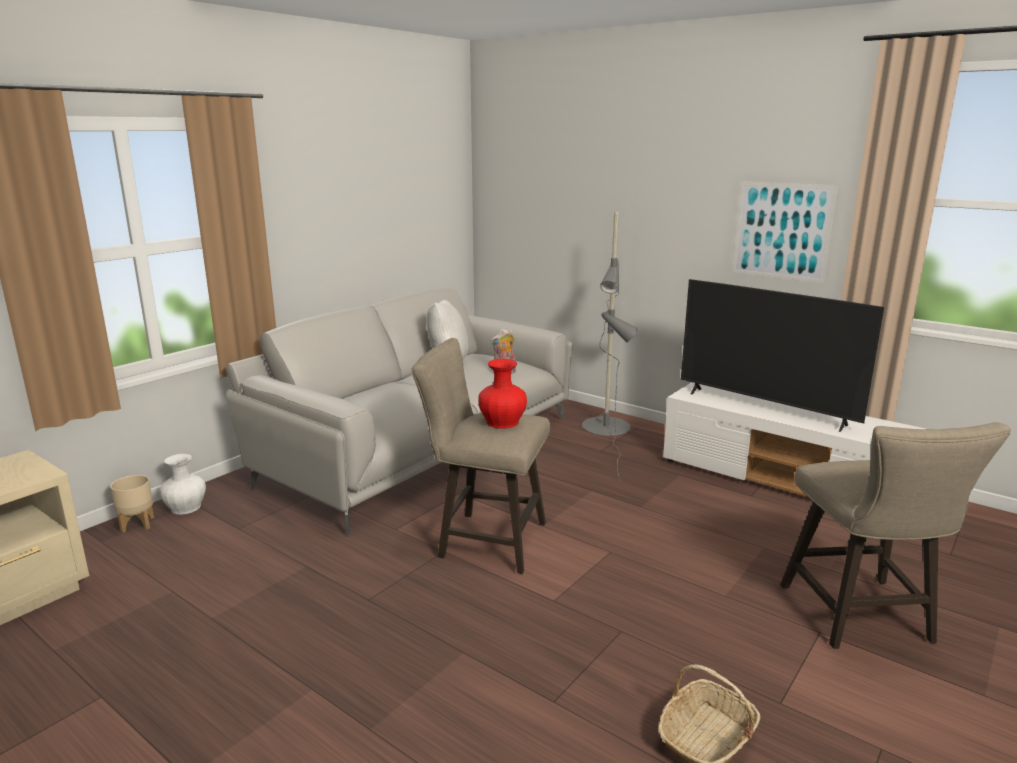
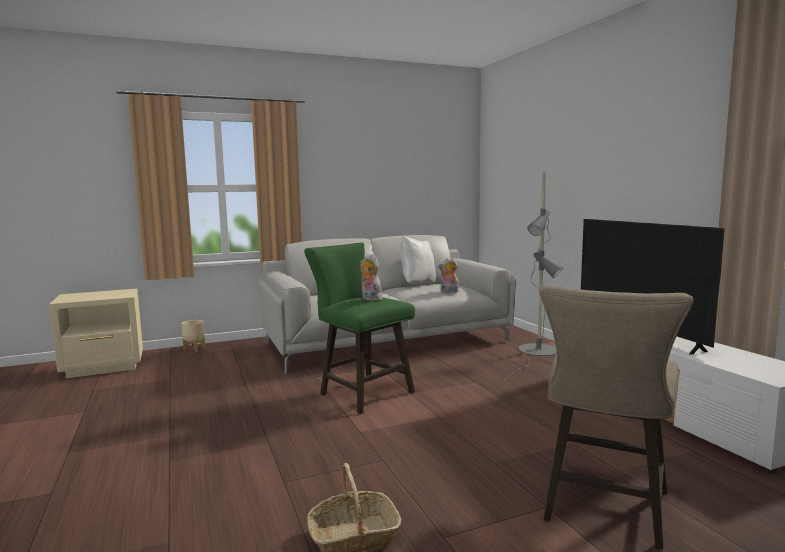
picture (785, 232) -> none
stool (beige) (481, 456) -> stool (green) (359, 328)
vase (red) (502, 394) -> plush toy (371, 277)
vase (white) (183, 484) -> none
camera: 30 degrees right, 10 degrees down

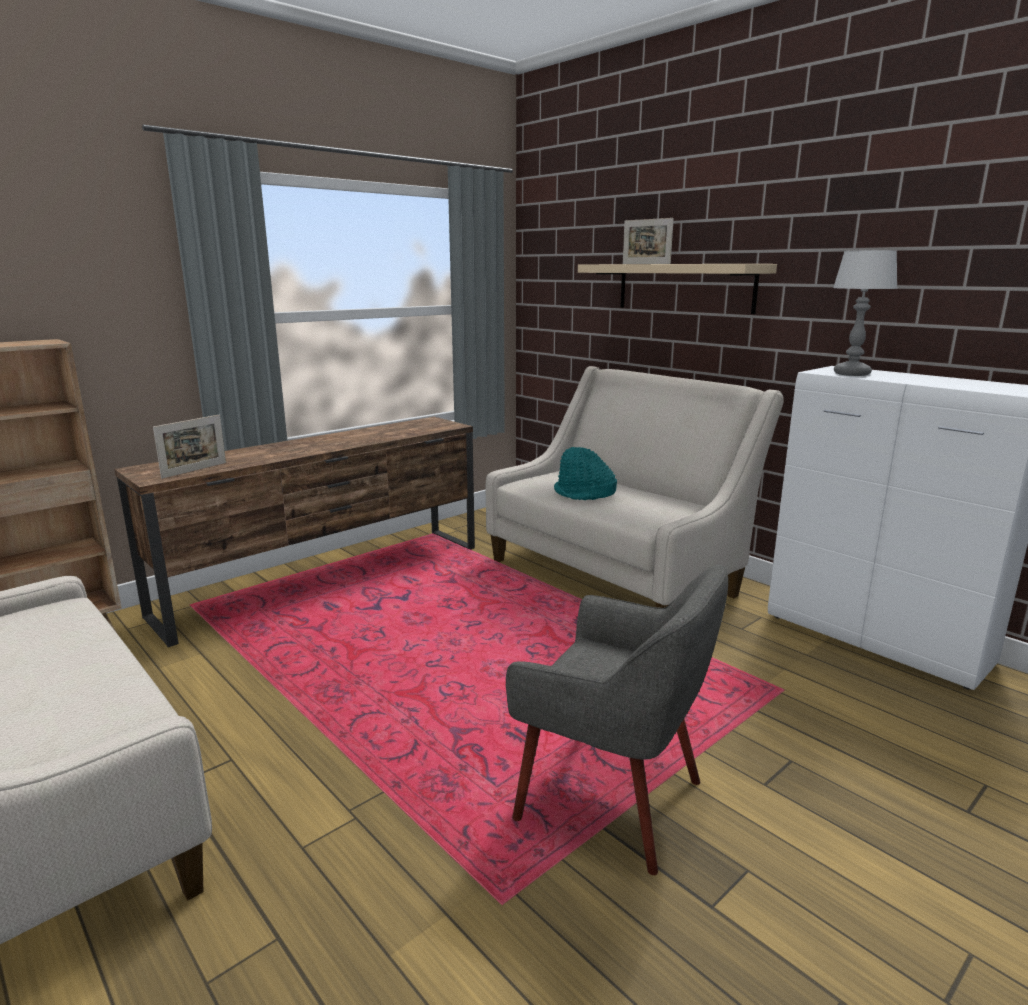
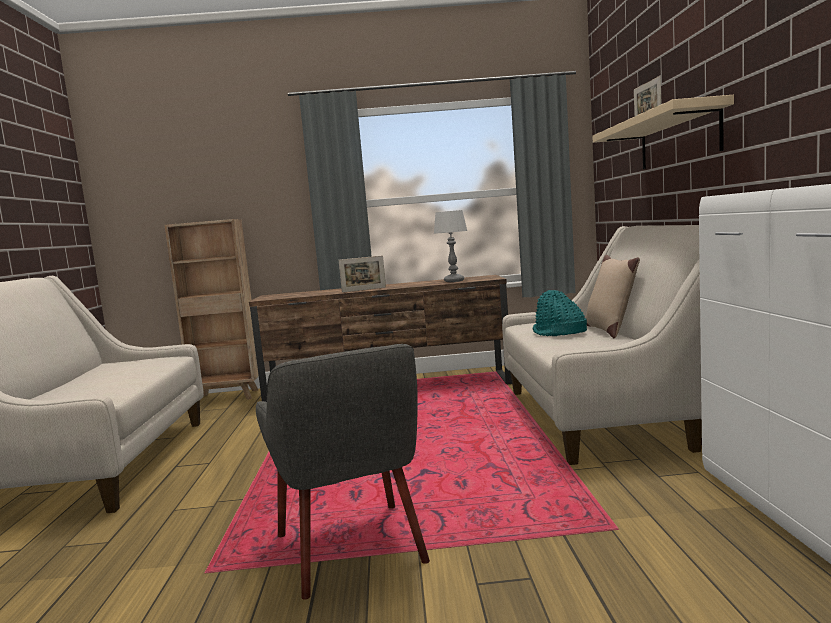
table lamp (865, 313) -> table lamp (450, 246), relocated
picture frame (189, 447) -> picture frame (362, 273), relocated
none -> pillow (beige) (612, 296)
camera: 40 degrees right, 10 degrees down

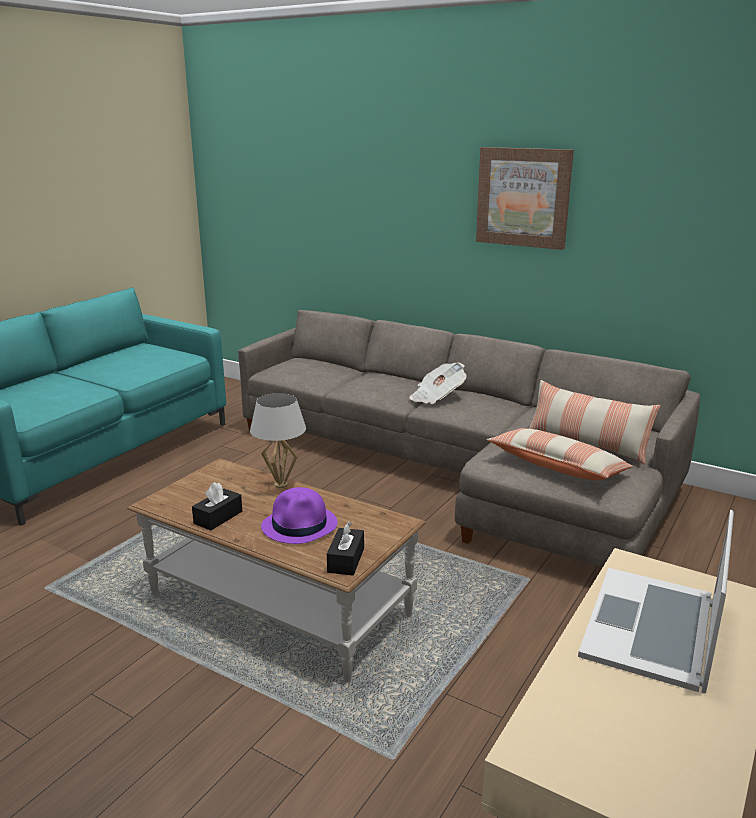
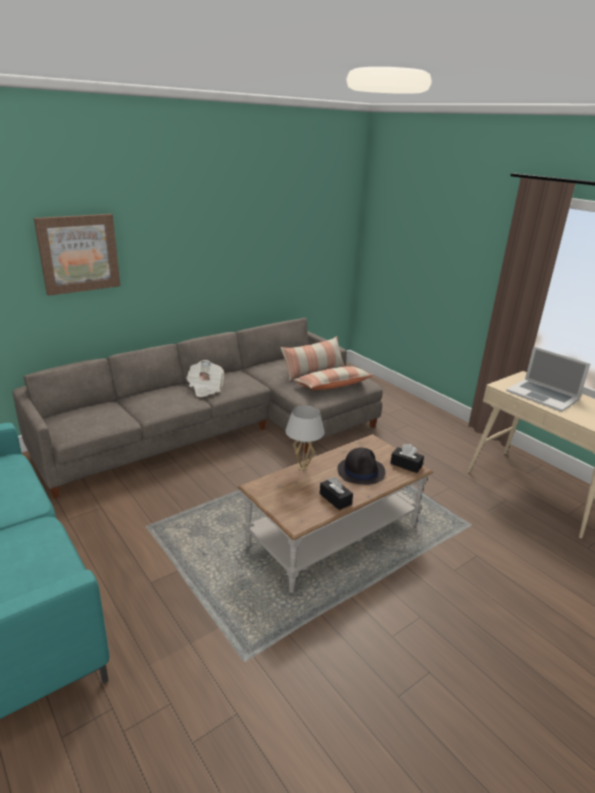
picture (525, 198) -> picture (77, 255), relocated
hat (purple) (299, 515) -> hat (black) (361, 466)
camera: 70 degrees left, 5 degrees up

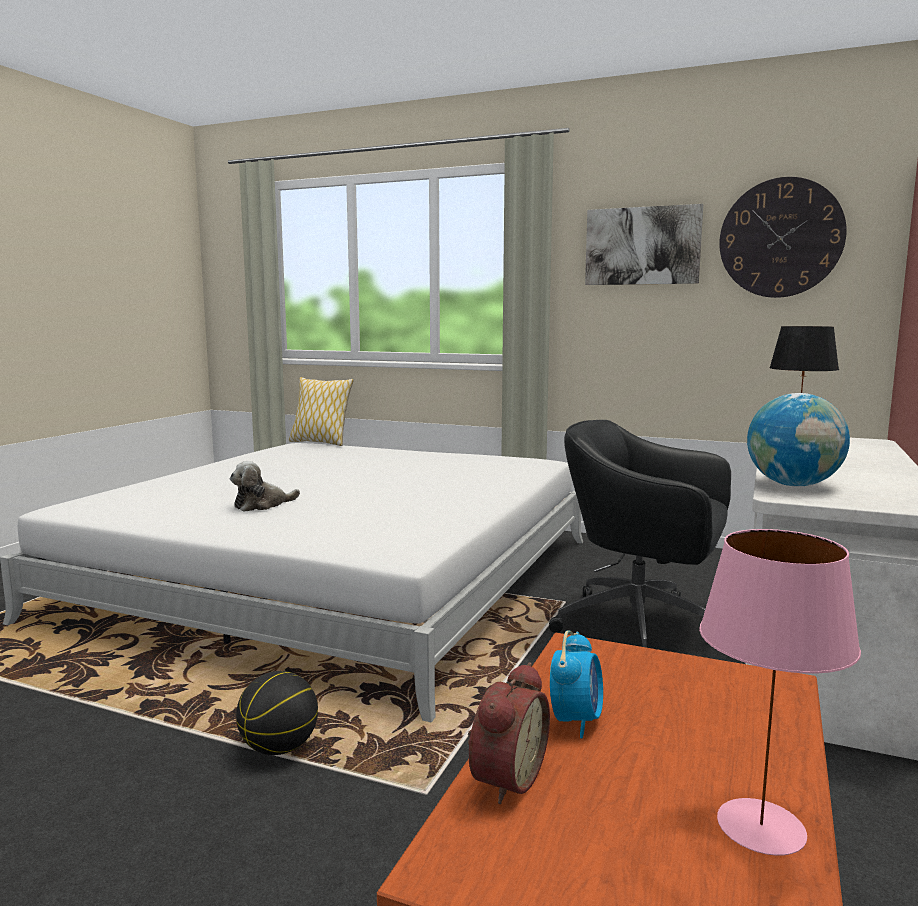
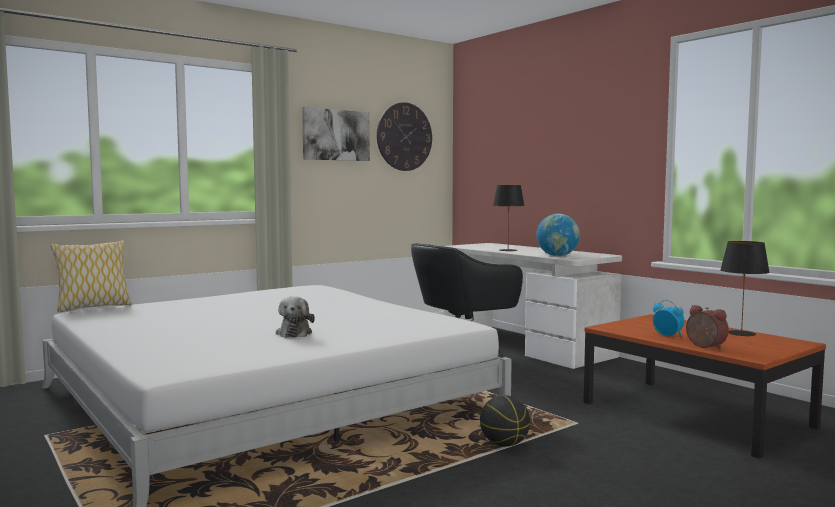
table lamp (pink) (780, 692) -> table lamp (black) (745, 288)
camera: 60 degrees left, 5 degrees down

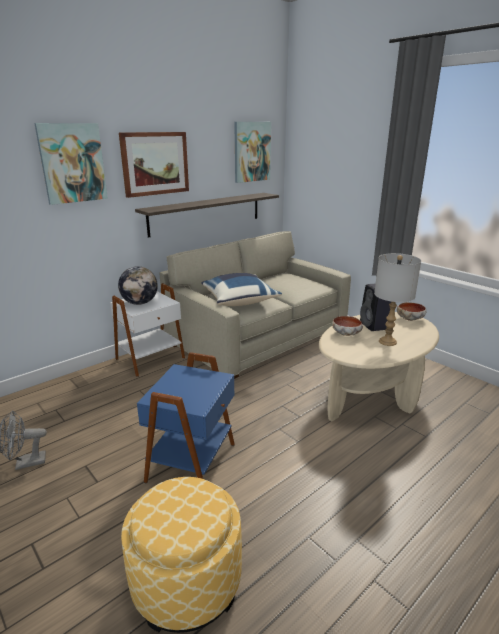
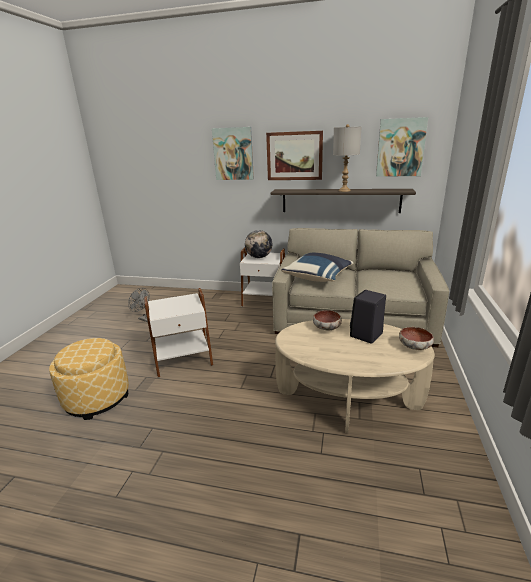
table lamp (grey) (397, 299) -> table lamp (grey) (347, 158), relocated
side table (blue) (186, 417) -> side table (white) (178, 333)
camera: 55 degrees right, 0 degrees up

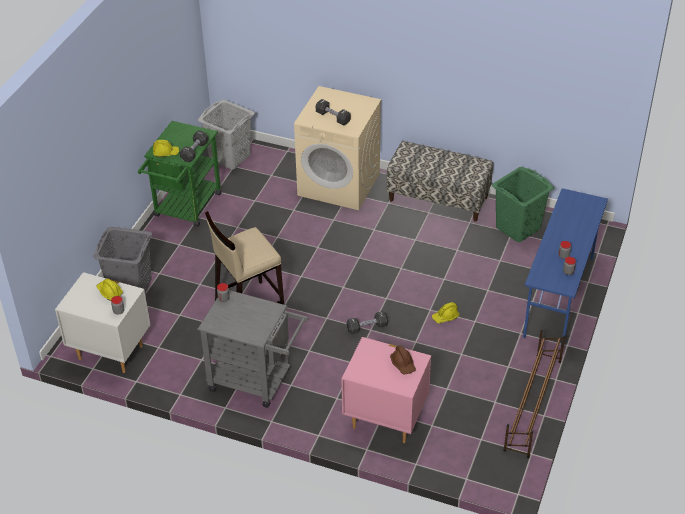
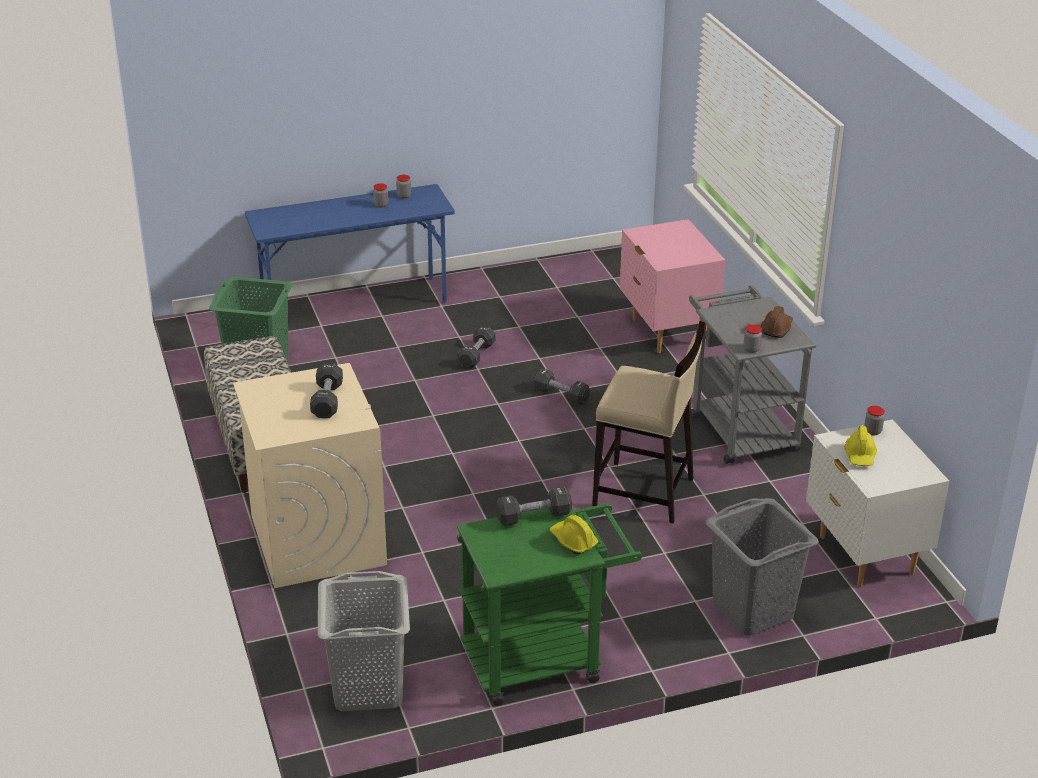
hard hat (yellow) (446, 312) -> dumbbell (black) (476, 347)
shoe rack (brown) (534, 394) -> none
hard hat (brown) (403, 359) -> hard hat (brown) (777, 322), relocated
camera: 130 degrees left, 10 degrees down

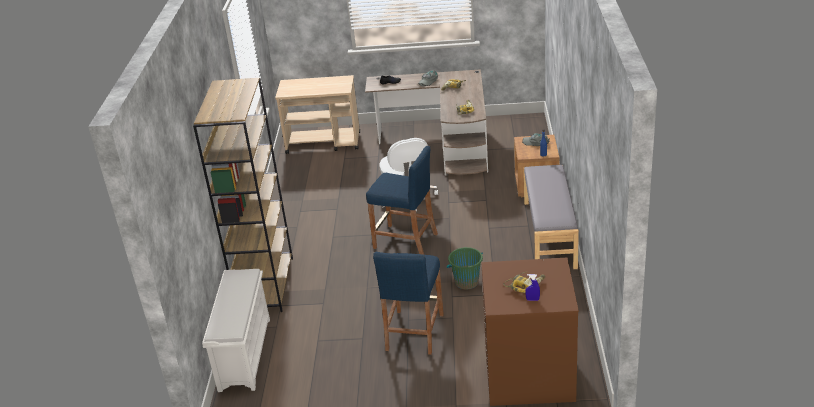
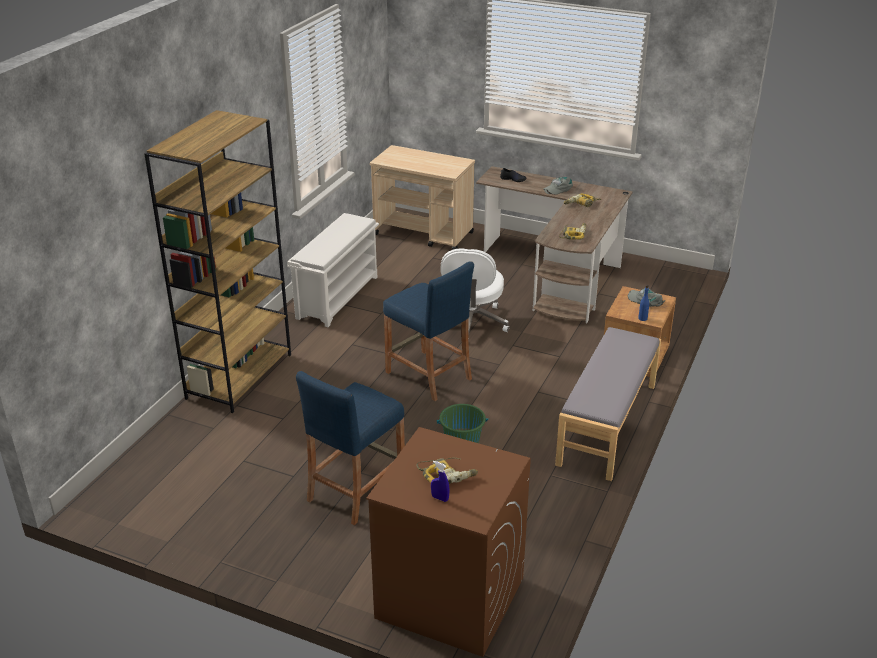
shoe rack (white) (236, 330) -> shoe rack (white) (333, 270), relocated
camera: 20 degrees right, 0 degrees up

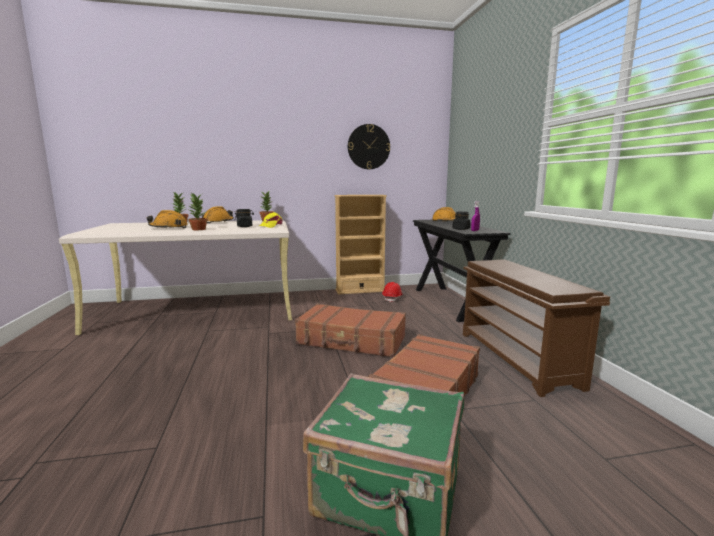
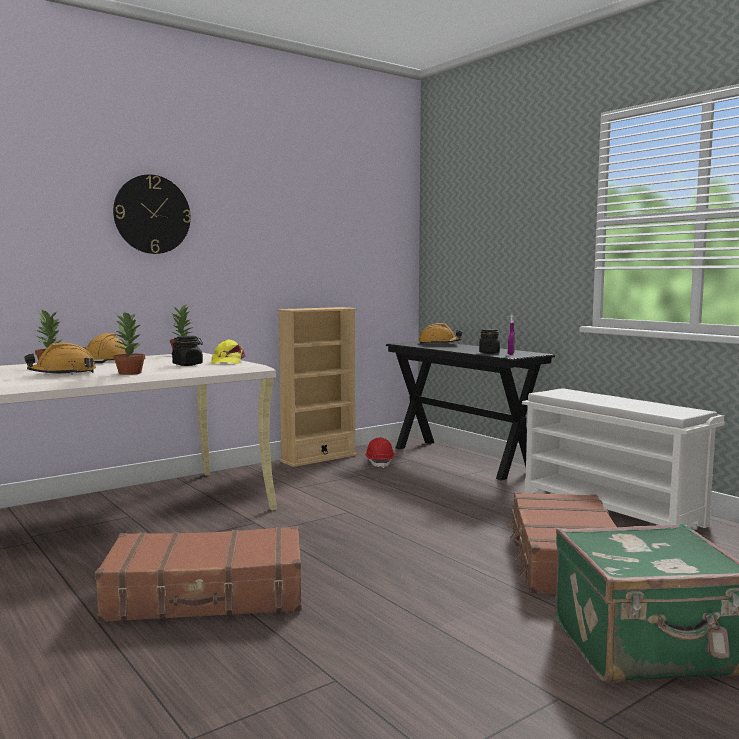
wall clock (369, 146) -> wall clock (152, 214), relocated
shoe rack (brown) (536, 328) -> shoe rack (white) (623, 458)
suitcase (brown) (350, 330) -> suitcase (brown) (198, 574), relocated
camera: 25 degrees left, 5 degrees down

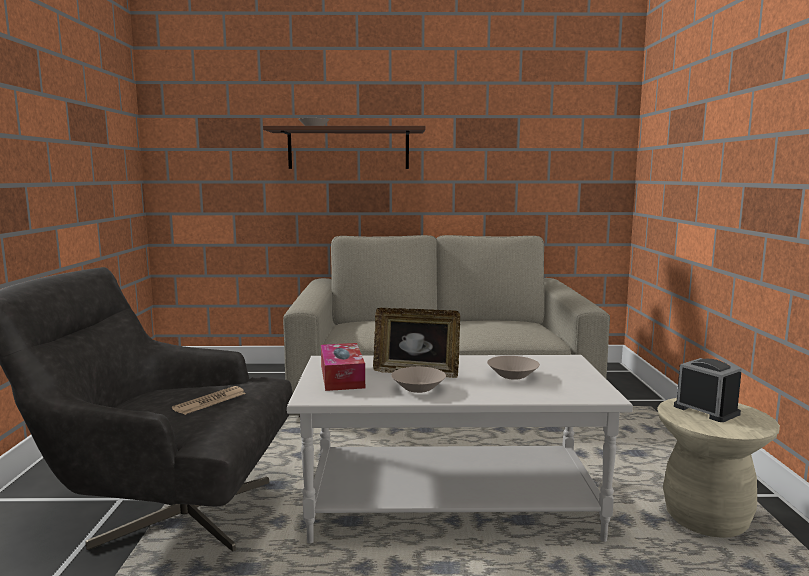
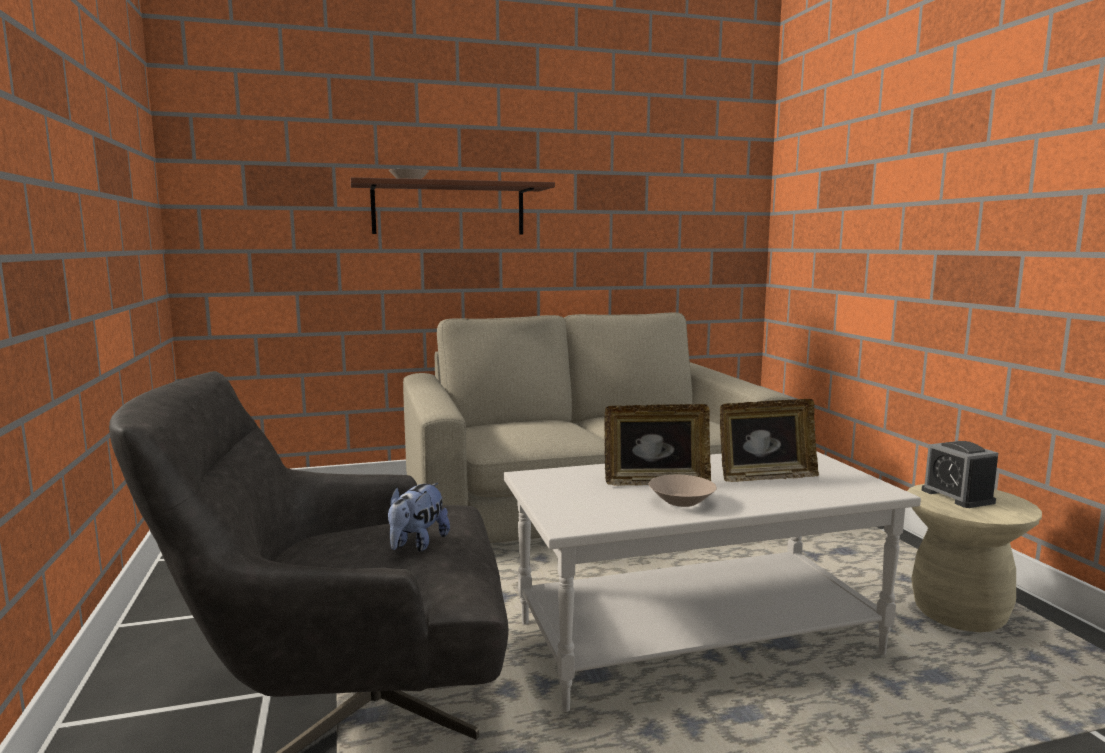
tissue box (343, 367) -> none
bowl (beige) (513, 368) -> picture frame (769, 440)
alarm clock (708, 390) -> alarm clock (960, 474), 150 degrees counterclockwise
newspaper (209, 400) -> plush toy (419, 517)
camera: 15 degrees left, 0 degrees up

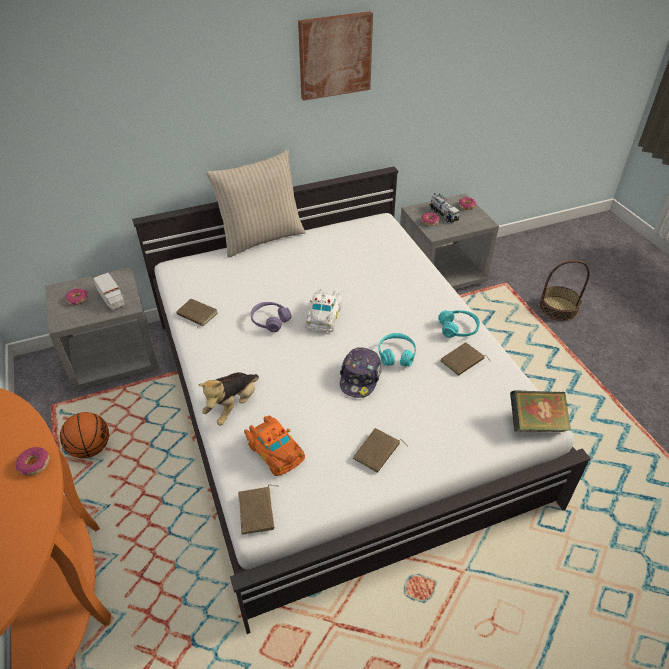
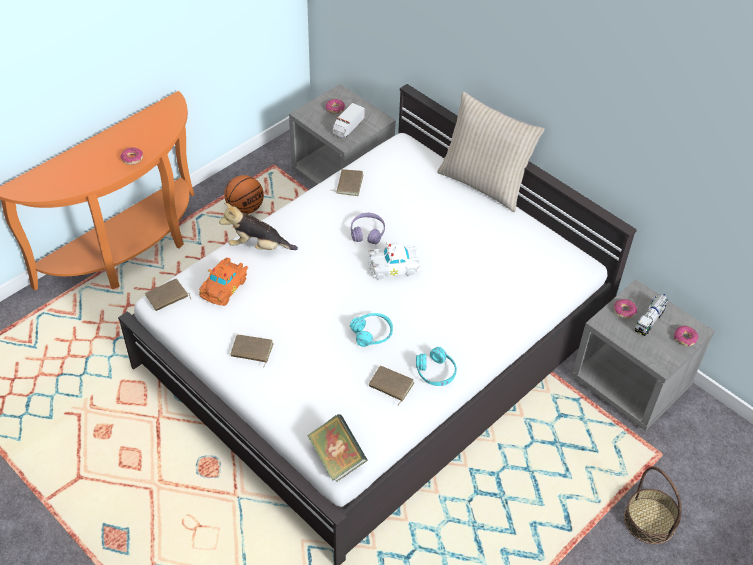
picture (335, 56) -> none
cap (361, 372) -> none
camera: 65 degrees right, 5 degrees up

